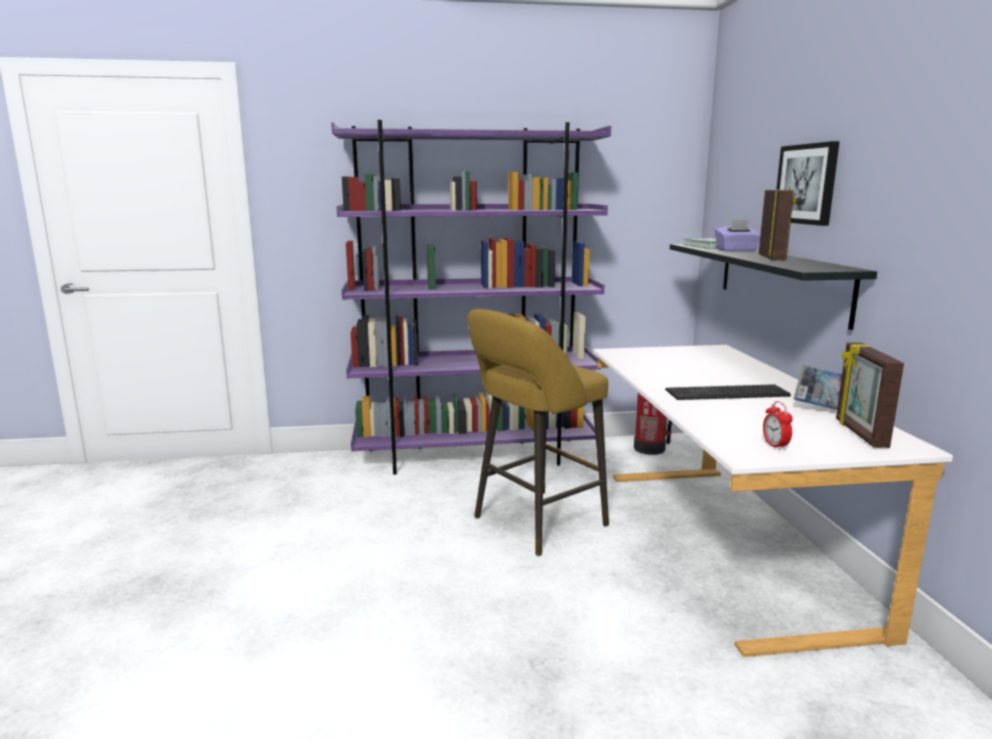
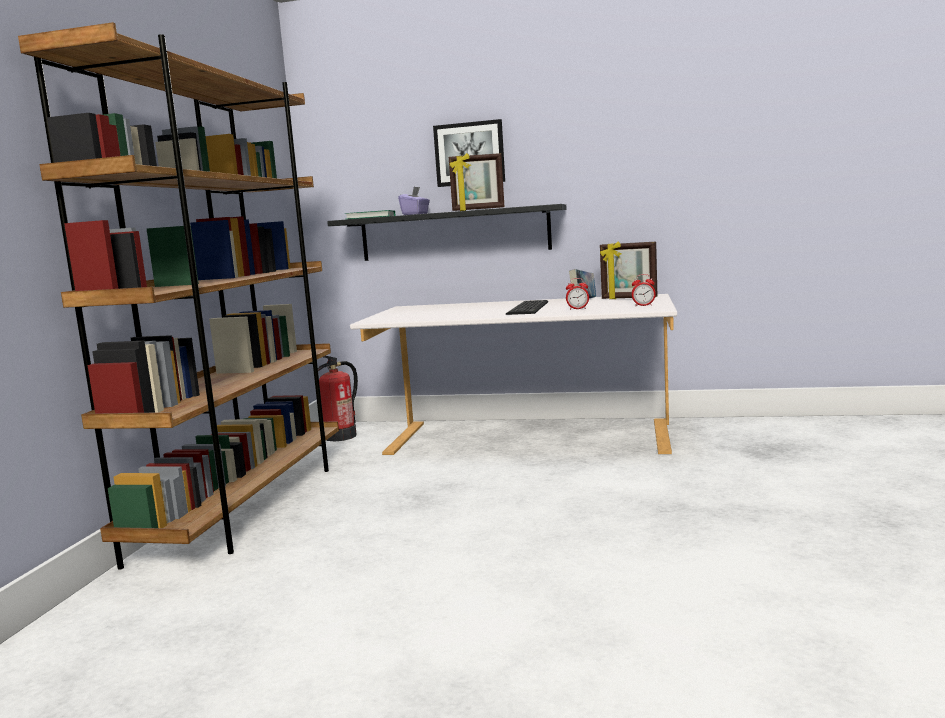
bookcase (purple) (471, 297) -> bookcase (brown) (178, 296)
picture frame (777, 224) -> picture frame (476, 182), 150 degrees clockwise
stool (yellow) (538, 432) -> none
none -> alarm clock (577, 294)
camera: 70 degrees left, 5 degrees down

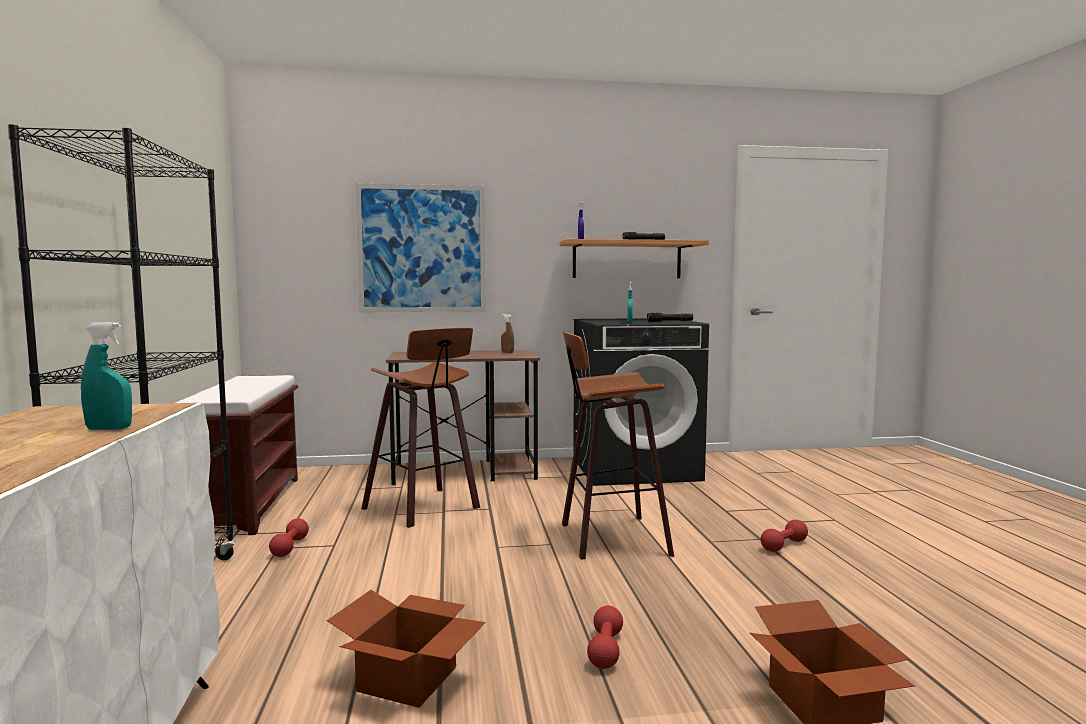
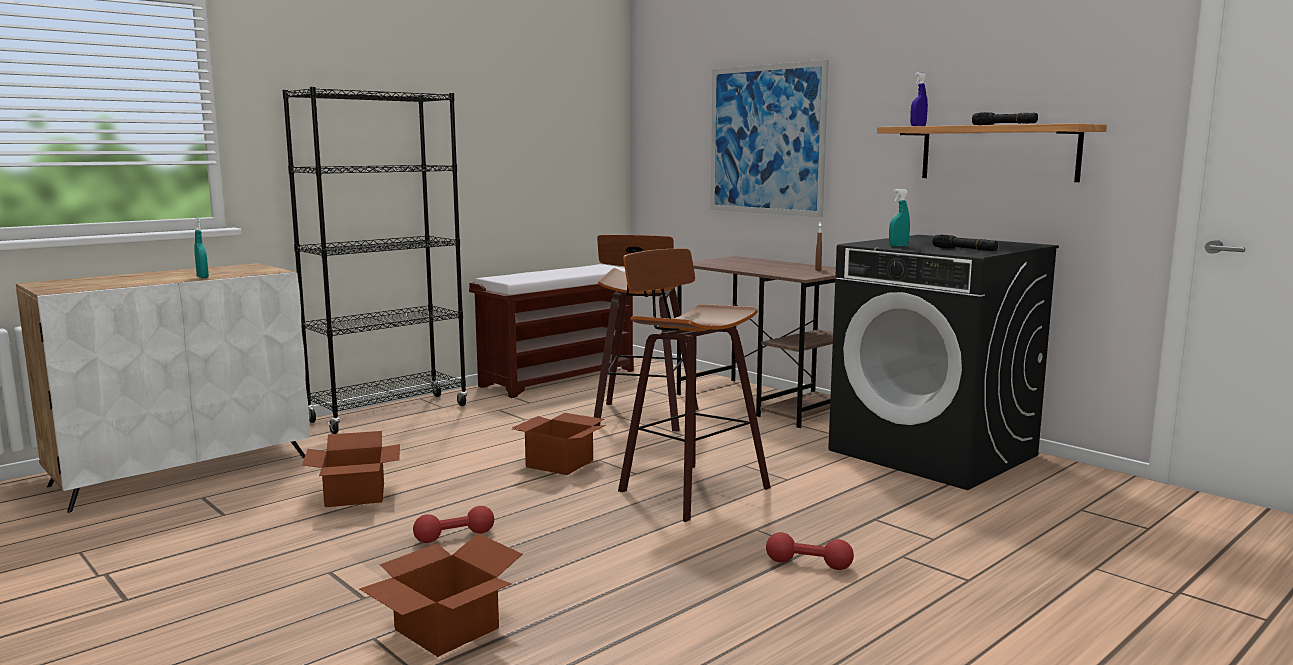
dumbbell (red) (289, 537) -> none
none -> cardboard box (559, 444)
camera: 55 degrees right, 5 degrees up

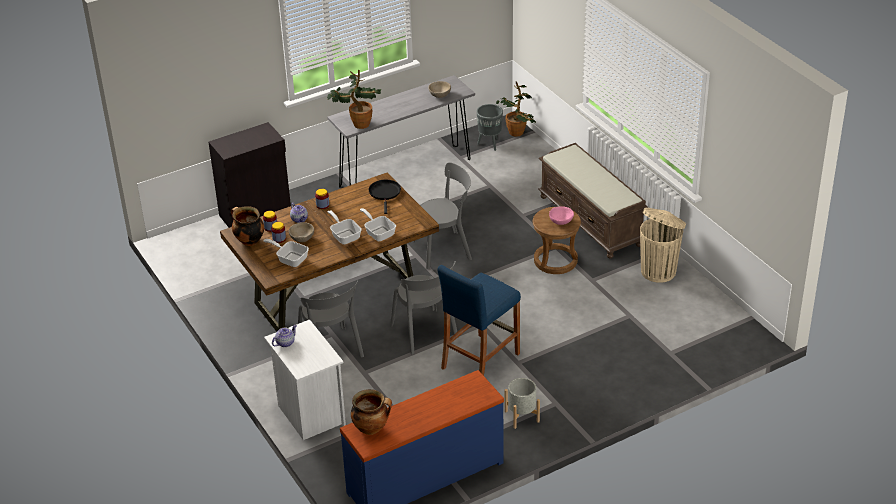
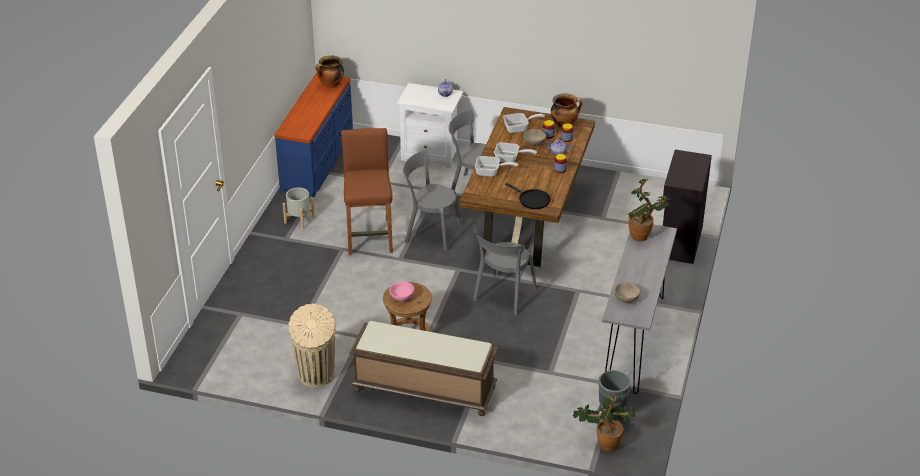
stool (blue) (479, 320) -> stool (brown) (367, 191)
camera: 135 degrees right, 0 degrees up

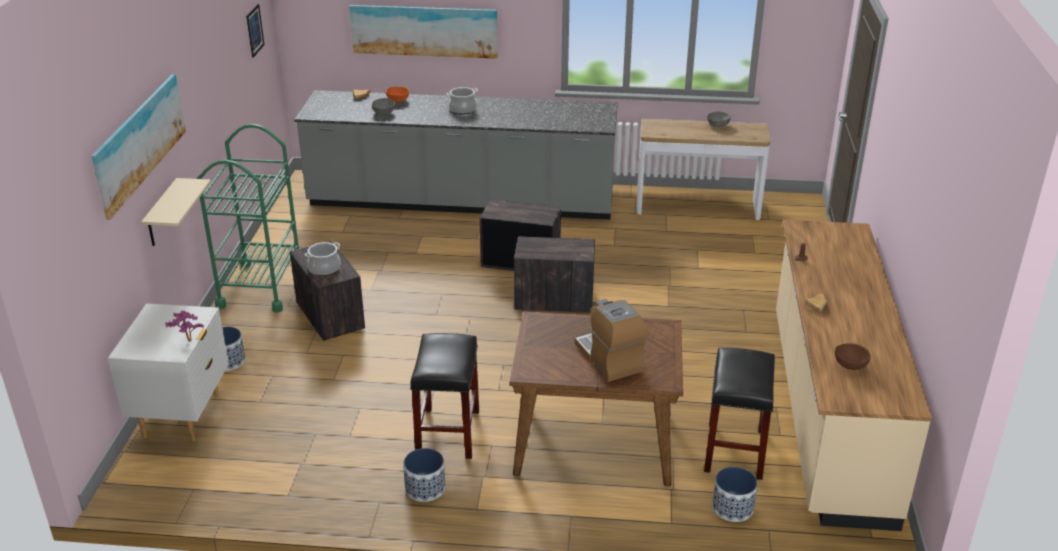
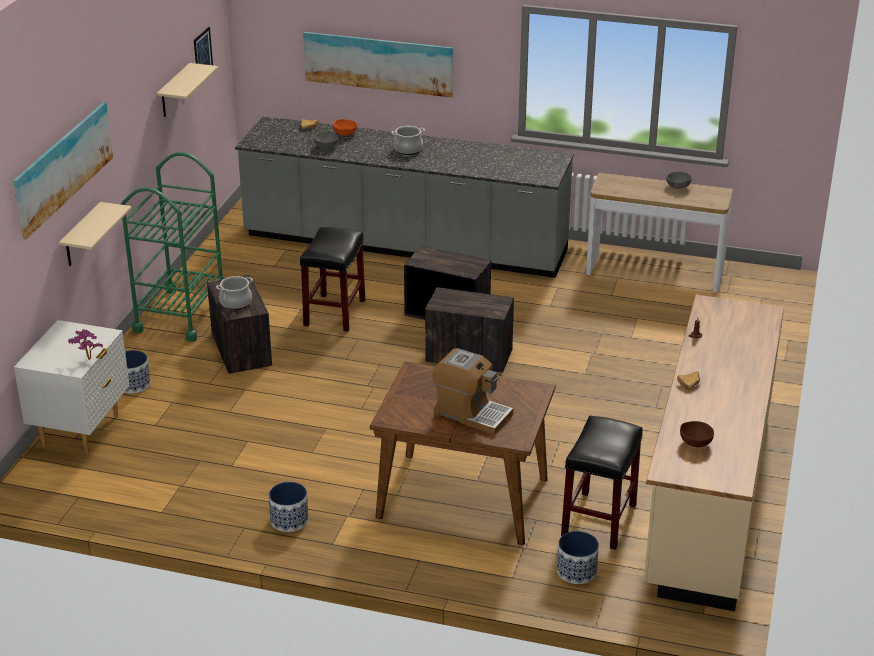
coffee machine (611, 340) -> coffee machine (472, 391), 135 degrees clockwise
stool (black) (444, 396) -> stool (black) (332, 279), relocated
none -> shelf (beige) (187, 90)
camera: 10 degrees right, 0 degrees up

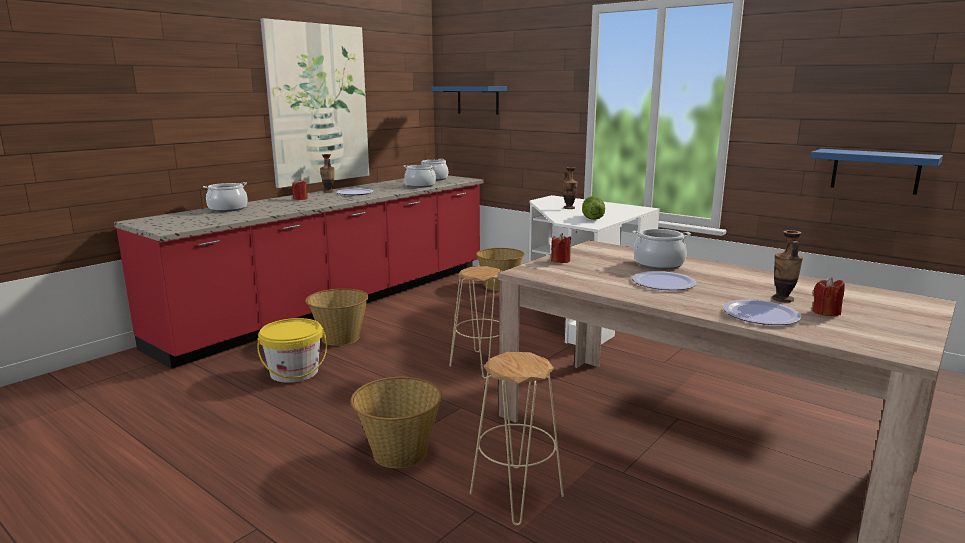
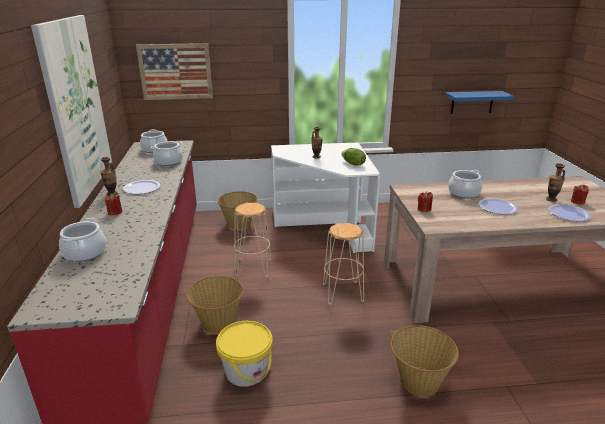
shelf (blue) (469, 100) -> picture (174, 71)
stool (beige) (517, 439) -> stool (beige) (252, 240), relocated
camera: 45 degrees left, 10 degrees up

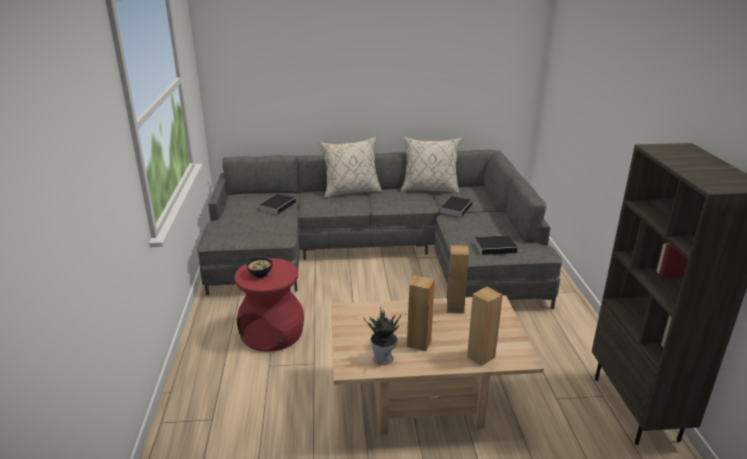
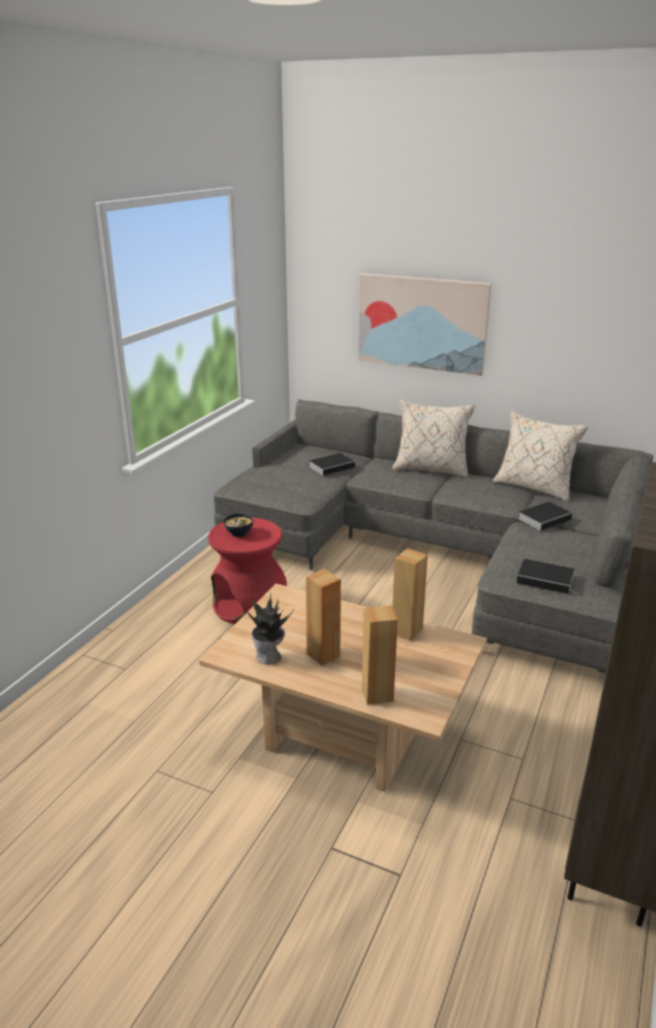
none -> picture (425, 324)
camera: 30 degrees right, 0 degrees up

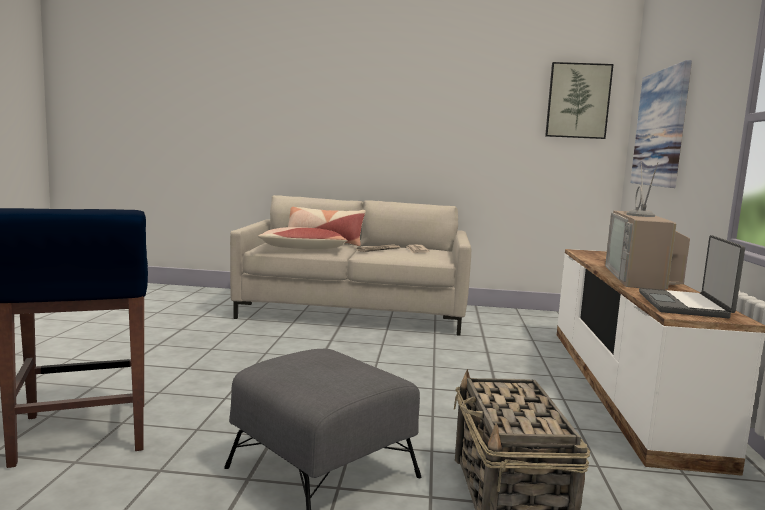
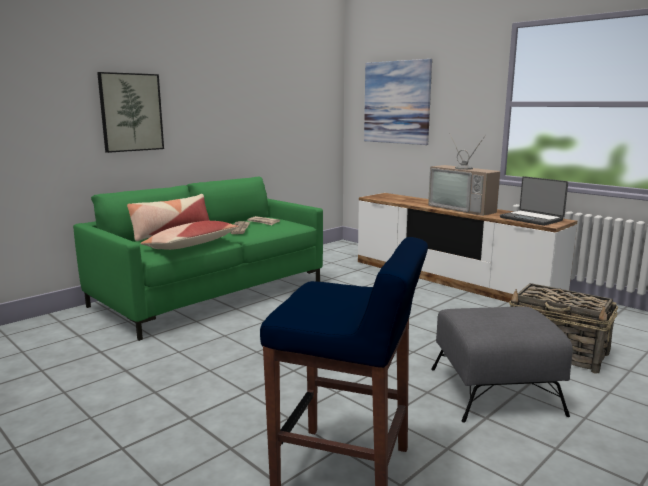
picture (579, 100) -> picture (130, 112), relocated
sofa (beige) (350, 265) -> sofa (green) (198, 258)
camera: 50 degrees left, 5 degrees up

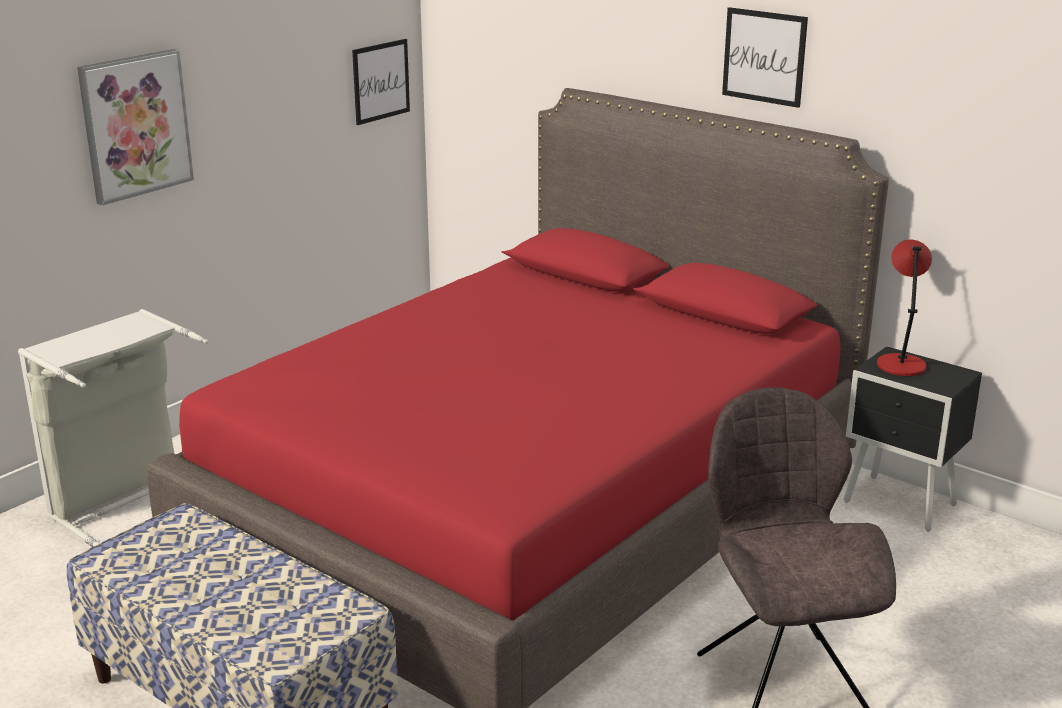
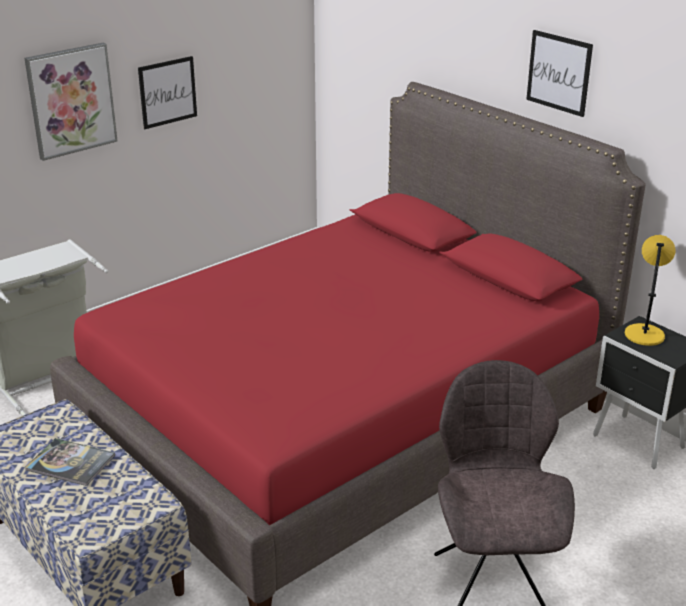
picture (381, 82) -> picture (167, 92), relocated
table lamp (red) (904, 307) -> table lamp (yellow) (650, 290)
none -> book (70, 462)
camera: 10 degrees right, 5 degrees up

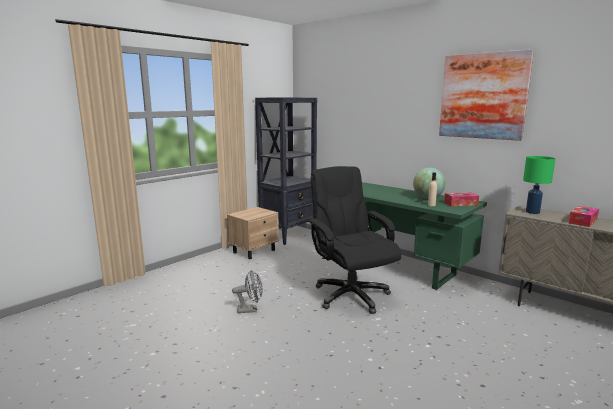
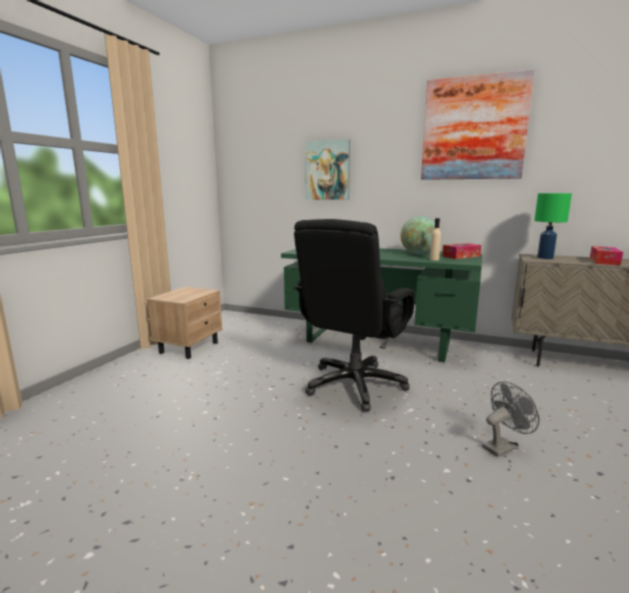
bookcase (black) (286, 171) -> none
office chair (black) (354, 240) -> office chair (black) (354, 315), 105 degrees counterclockwise
fan (grey) (247, 291) -> fan (grey) (511, 419), relocated
none -> picture (327, 169)
camera: 20 degrees left, 0 degrees up

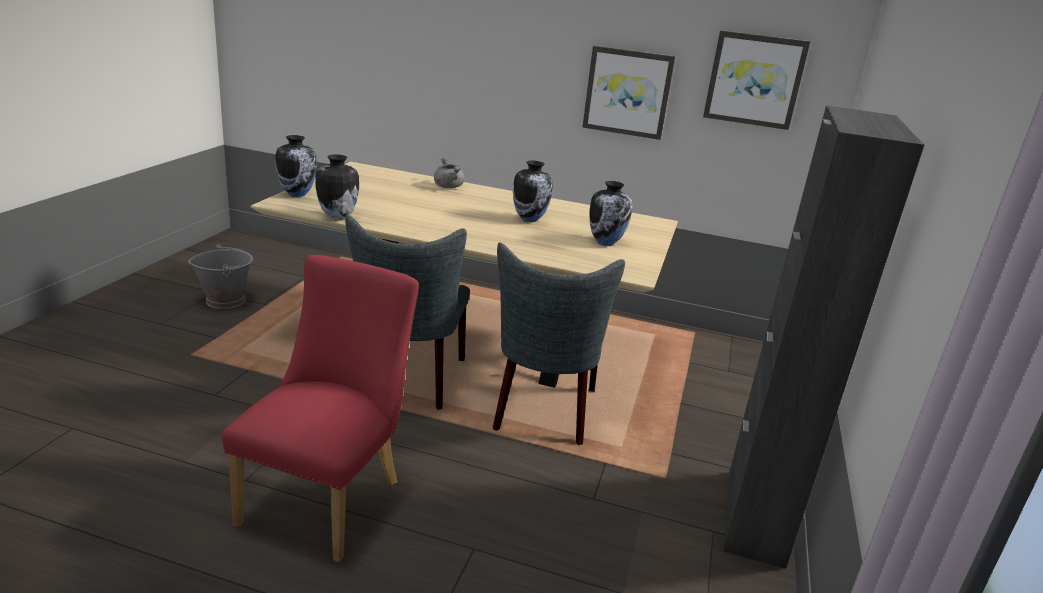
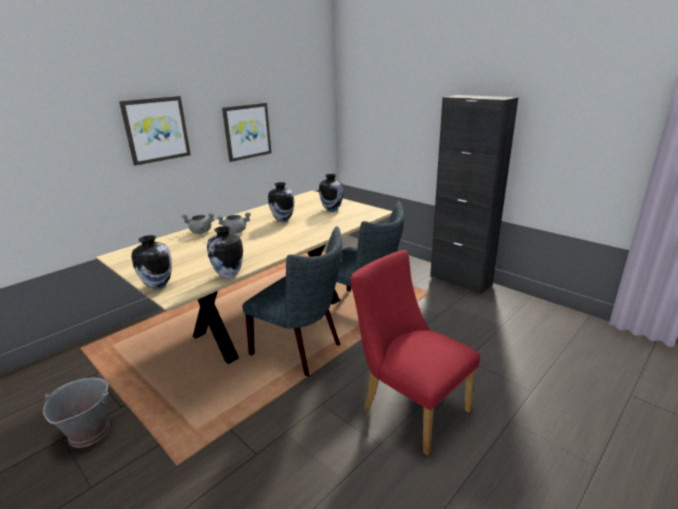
picture (756, 80) -> picture (155, 131), relocated
none -> cooking pot (grey) (234, 223)
camera: 60 degrees left, 0 degrees up

